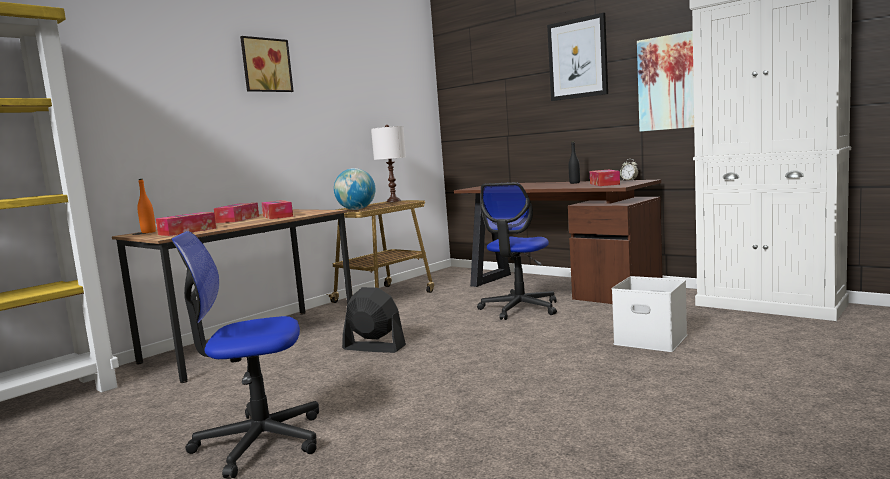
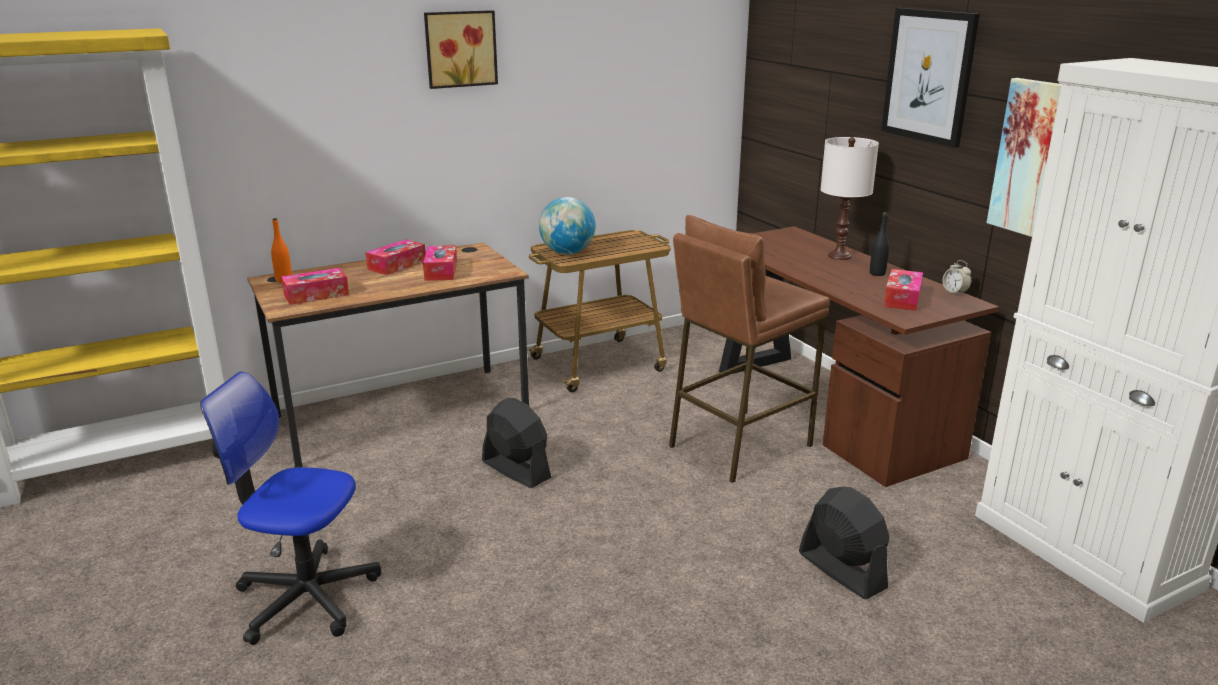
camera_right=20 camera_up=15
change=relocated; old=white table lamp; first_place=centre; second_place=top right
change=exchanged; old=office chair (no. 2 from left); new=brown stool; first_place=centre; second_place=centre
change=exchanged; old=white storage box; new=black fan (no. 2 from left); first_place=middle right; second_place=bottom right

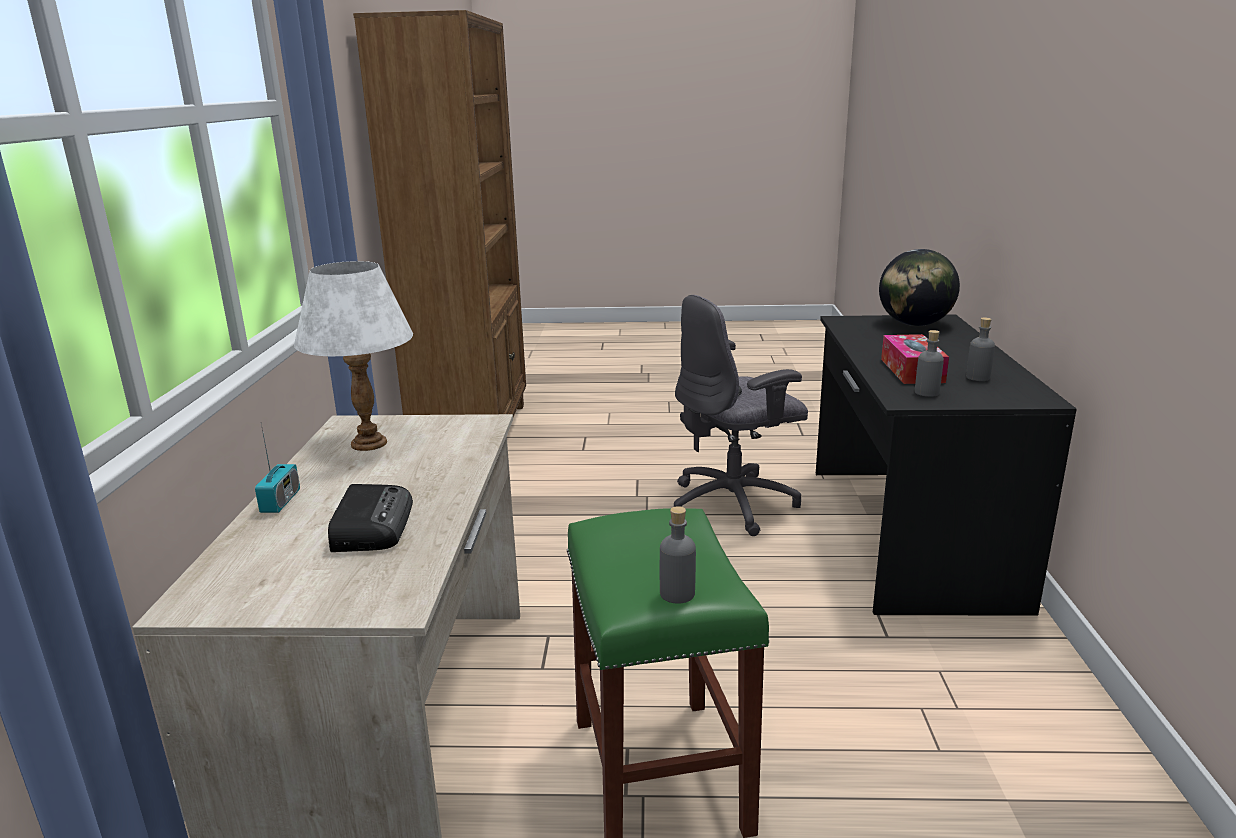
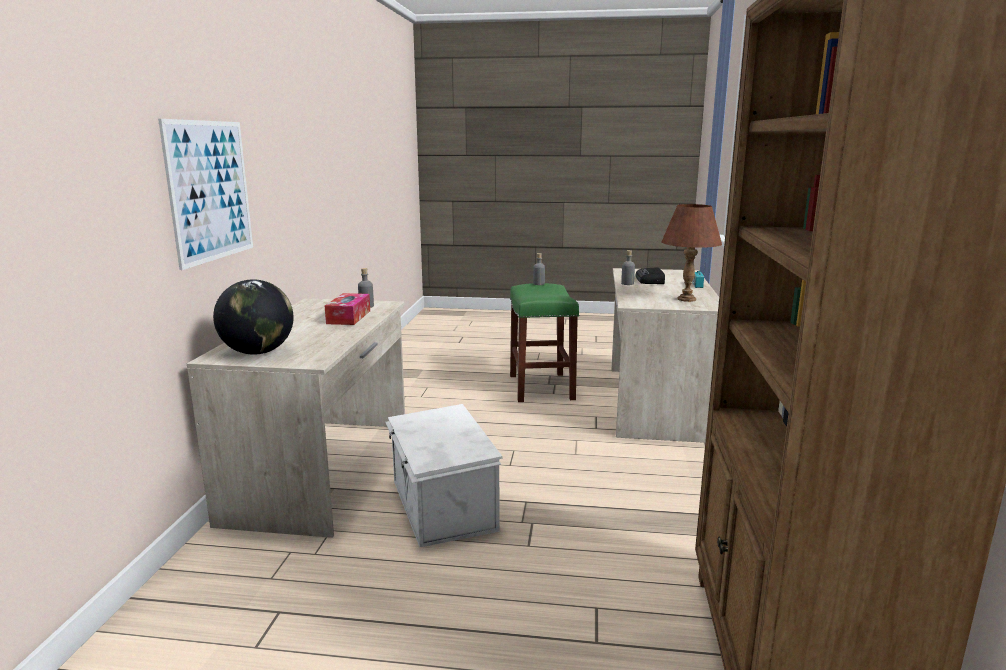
camera_right=-175 camera_up=-5
change=appeared; new=picture; second_place=top left
change=relocated; old=grey bottle (no. 3 from left); first_place=middle right; second_place=centre
change=exchanged; old=grey office chair; new=white storage box; first_place=centre; second_place=bottom centre
change=colour; old=white table lamp; new=brown table lamp; first_place=middle left; second_place=middle right
change=colour; old=black desk; new=beige desk (no. 1 from left); first_place=middle right; second_place=middle left

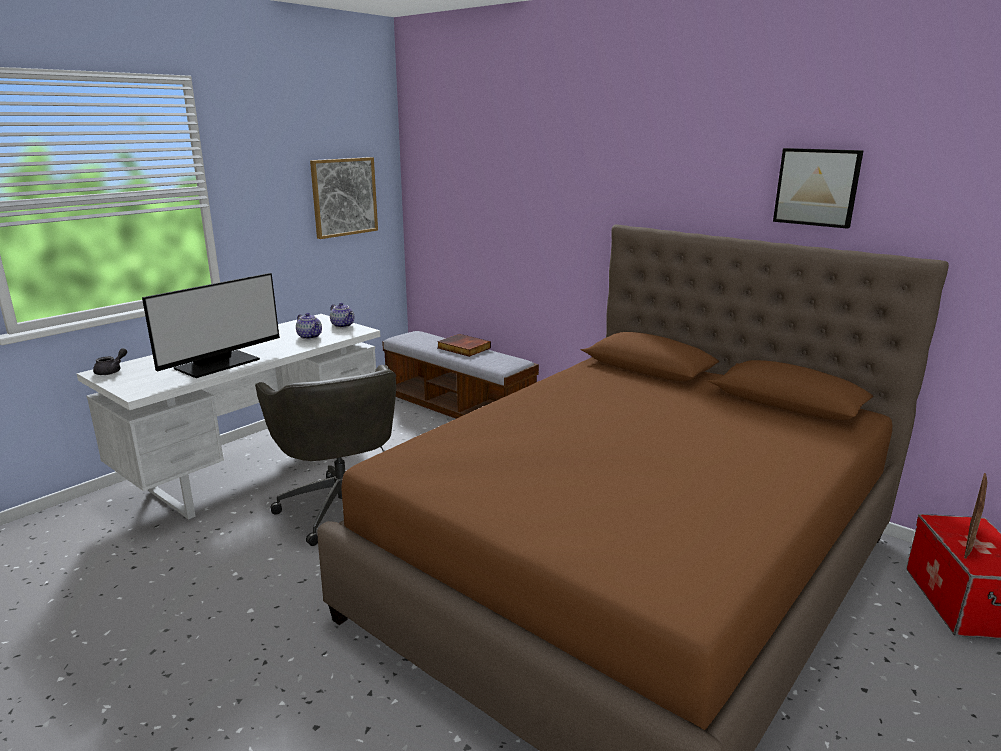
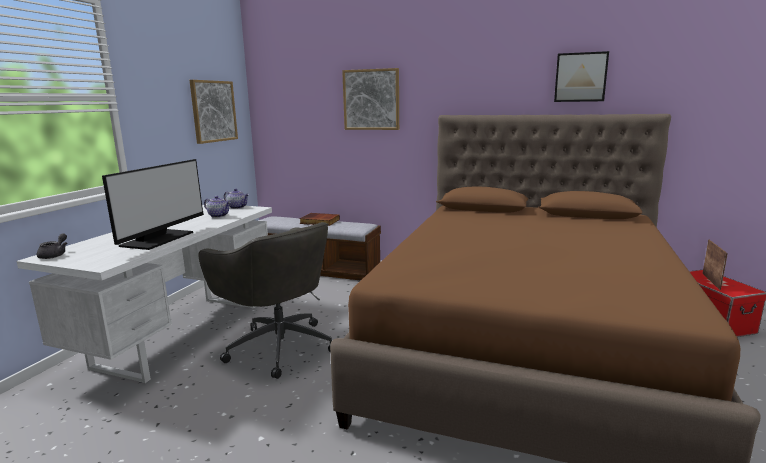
camera_right=-20 camera_up=-5
change=appeared; new=picture (no. 2 from left); second_place=top centre

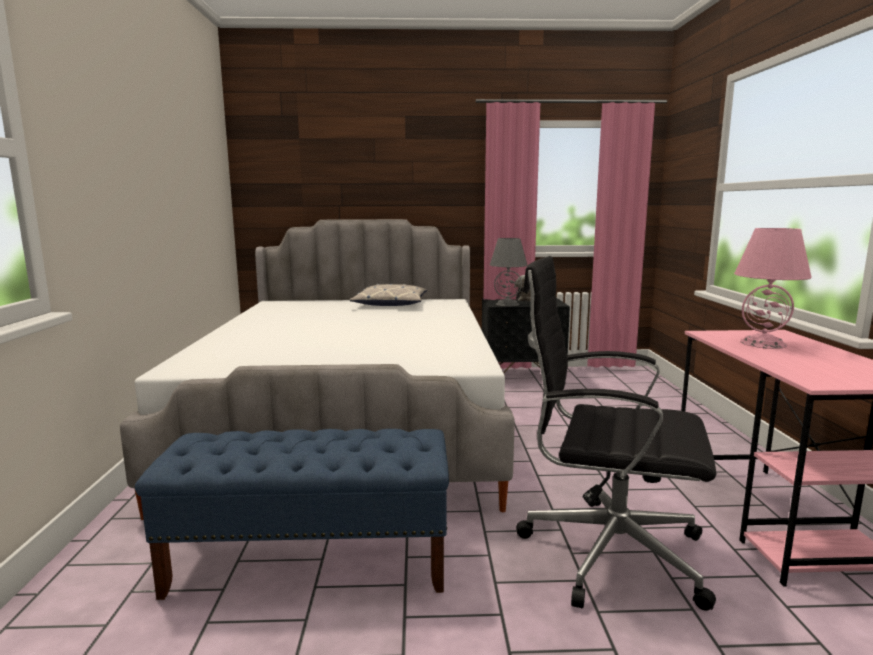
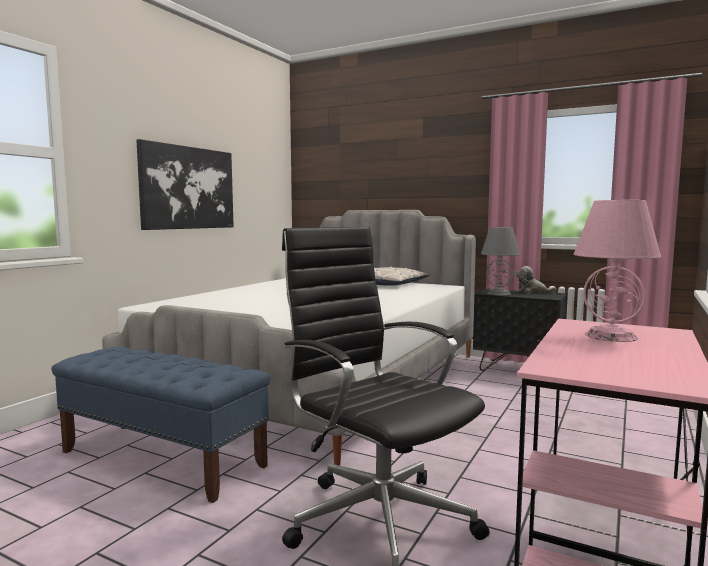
camera_right=30 camera_up=-5
change=appeared; new=picture; second_place=top left

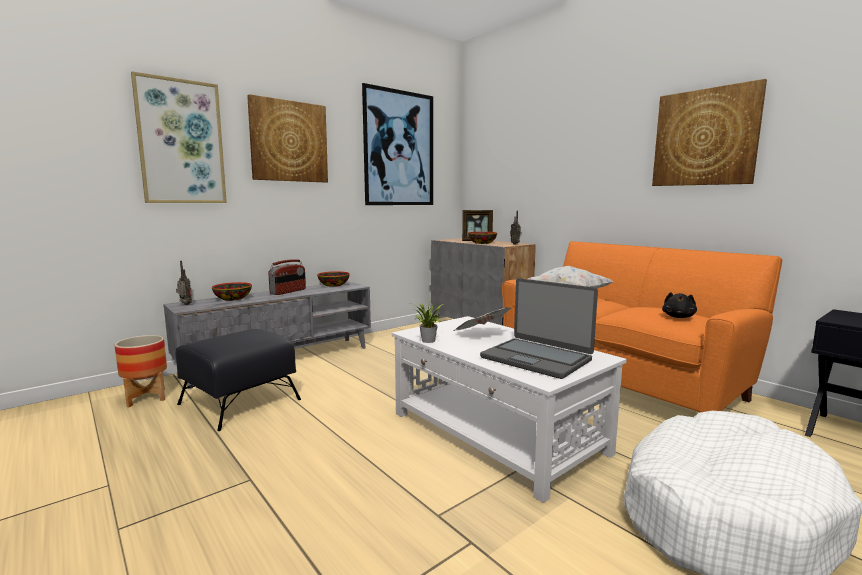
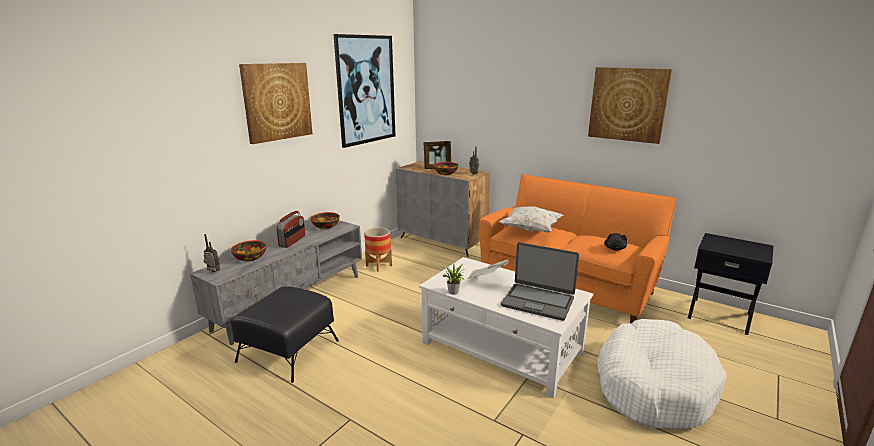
camera_right=-15 camera_up=10
change=missing; old=picture (no. 1 from left); first_place=top left
change=relocated; old=planter; first_place=middle left; second_place=centre

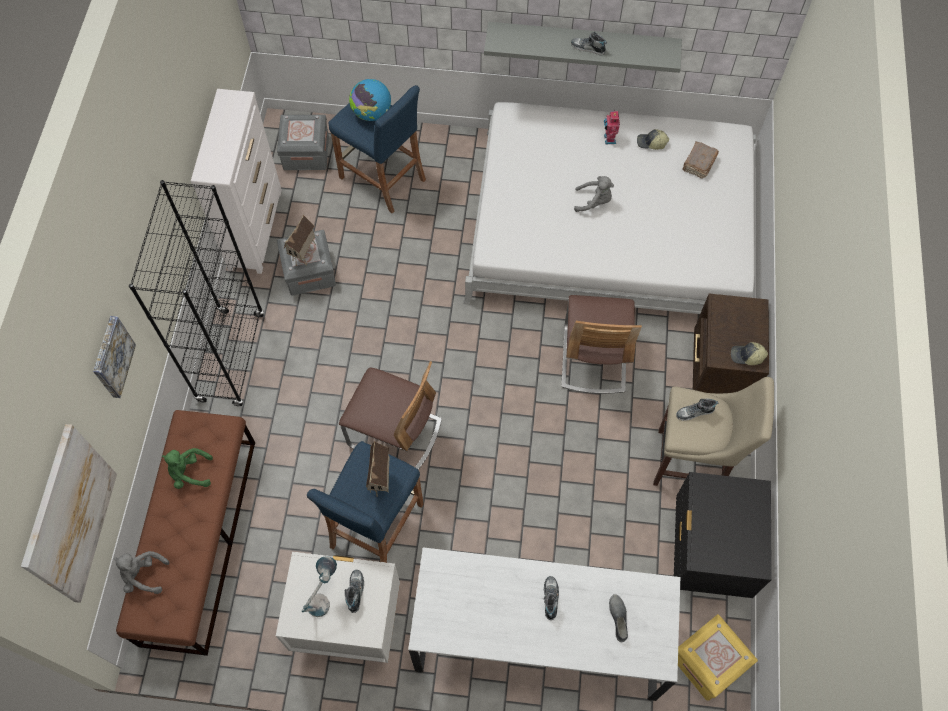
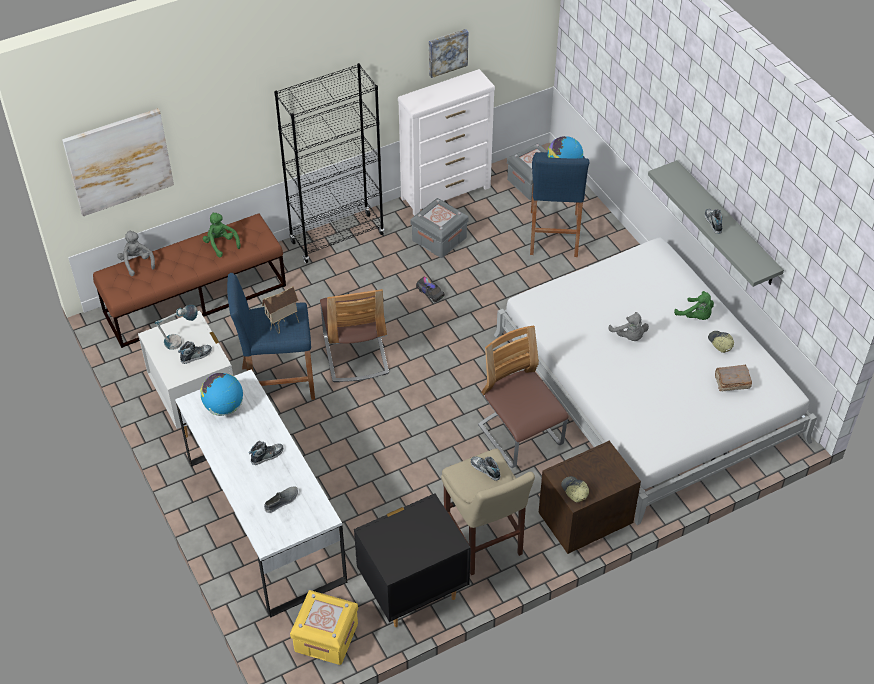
camera_right=55 camera_up=-15
change=missing; old=toy house (no. 1 from left); first_place=middle left
change=appeared; new=globe (no. 1 from left); second_place=middle left
change=appeared; new=toy truck; second_place=centre
change=relocated; old=picture (no. 2 from left); first_place=middle left; second_place=top centre
change=exchanged; old=toy robot; new=green plush toy (no. 2 from left); first_place=top centre; second_place=middle right
change=spun; old=chair (no. 2 from left); first_place=centre; second_place=centre; degrees=90

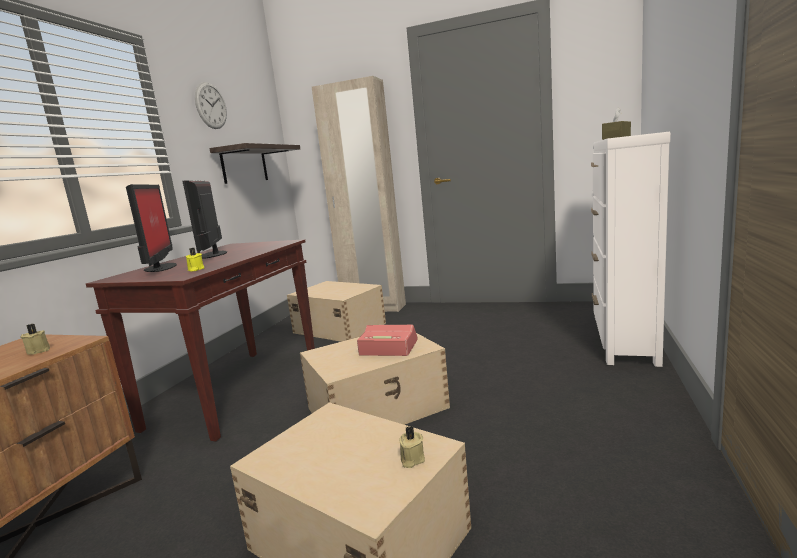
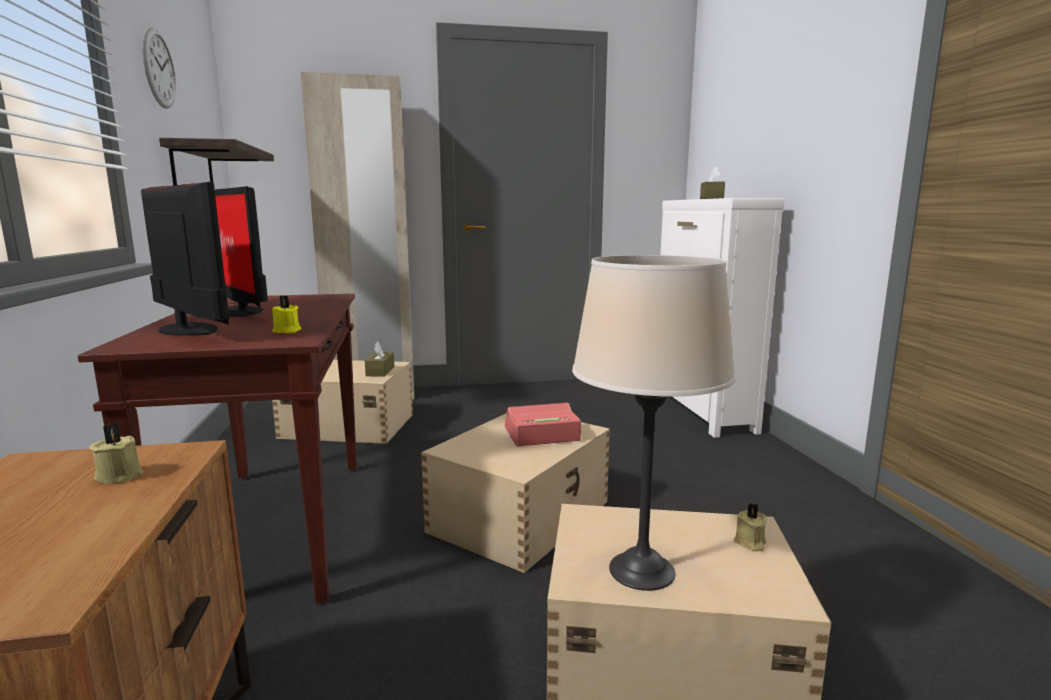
camera_right=-30 camera_up=0
change=appeared; new=brown tissue box (no. 1 from left); second_place=centre
change=appeared; new=beige table lamp; second_place=centre

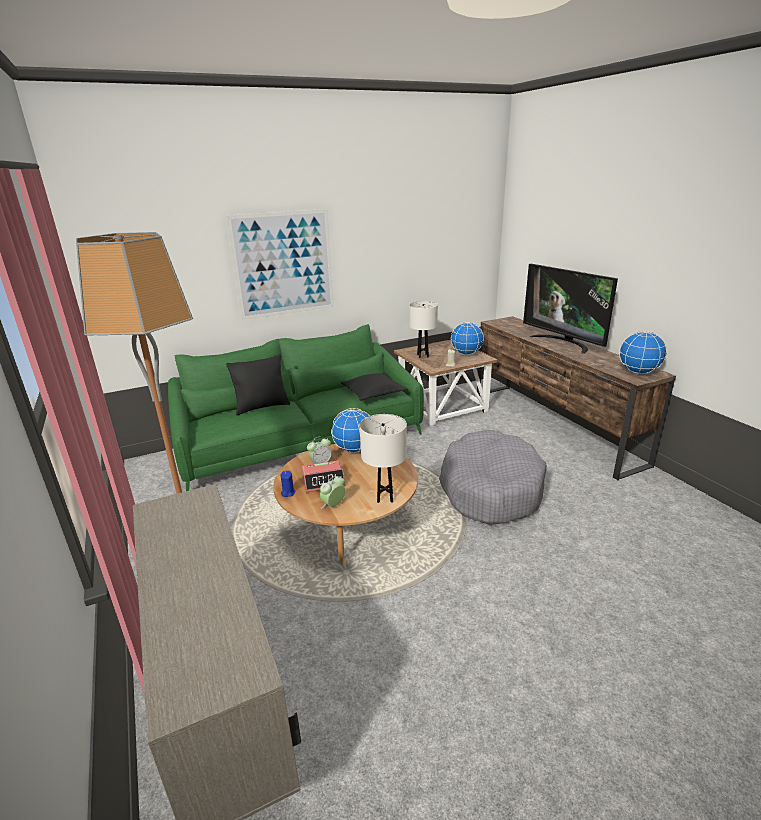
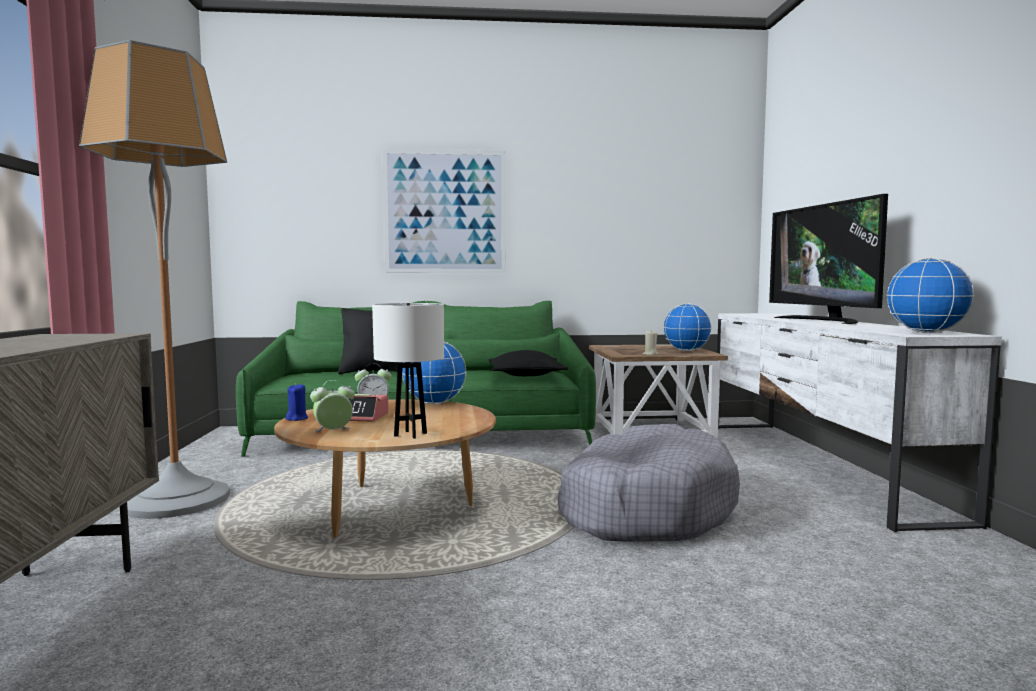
camera_right=20 camera_up=-20
change=missing; old=white table lamp (no. 2 from left); first_place=centre
change=colour; old=brown tv stand; new=white tv stand; first_place=middle right; second_place=middle right

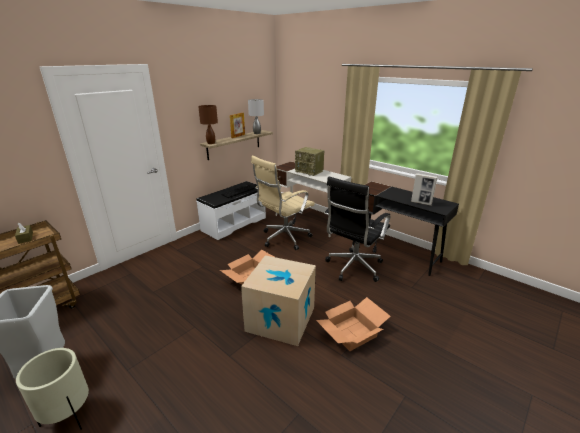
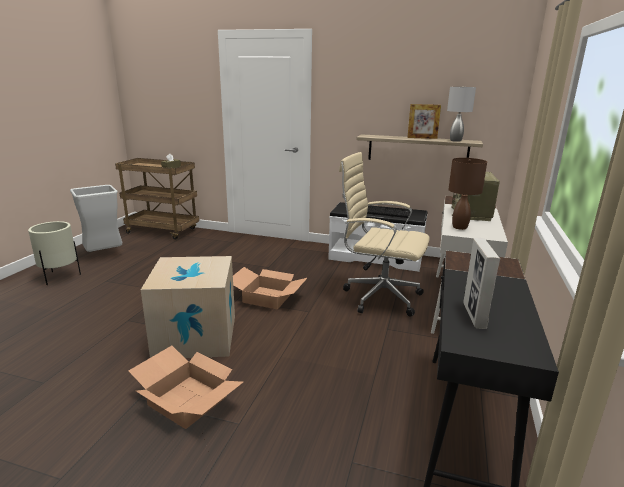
camera_right=65 camera_up=-5
change=missing; old=black office chair; first_place=centre
change=relocated; old=brown table lamp; first_place=top centre; second_place=middle right

